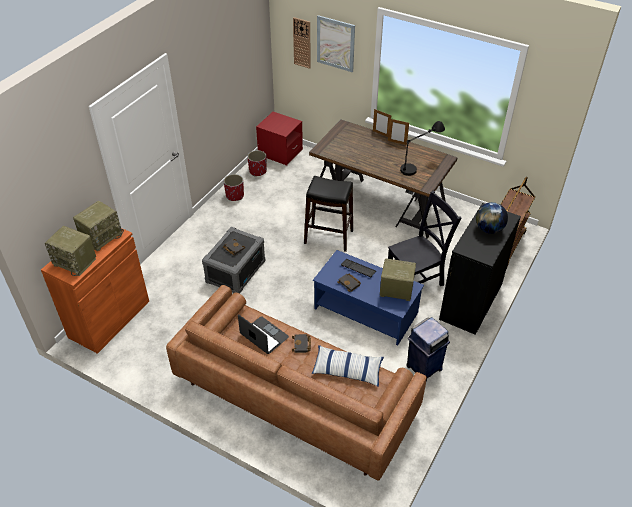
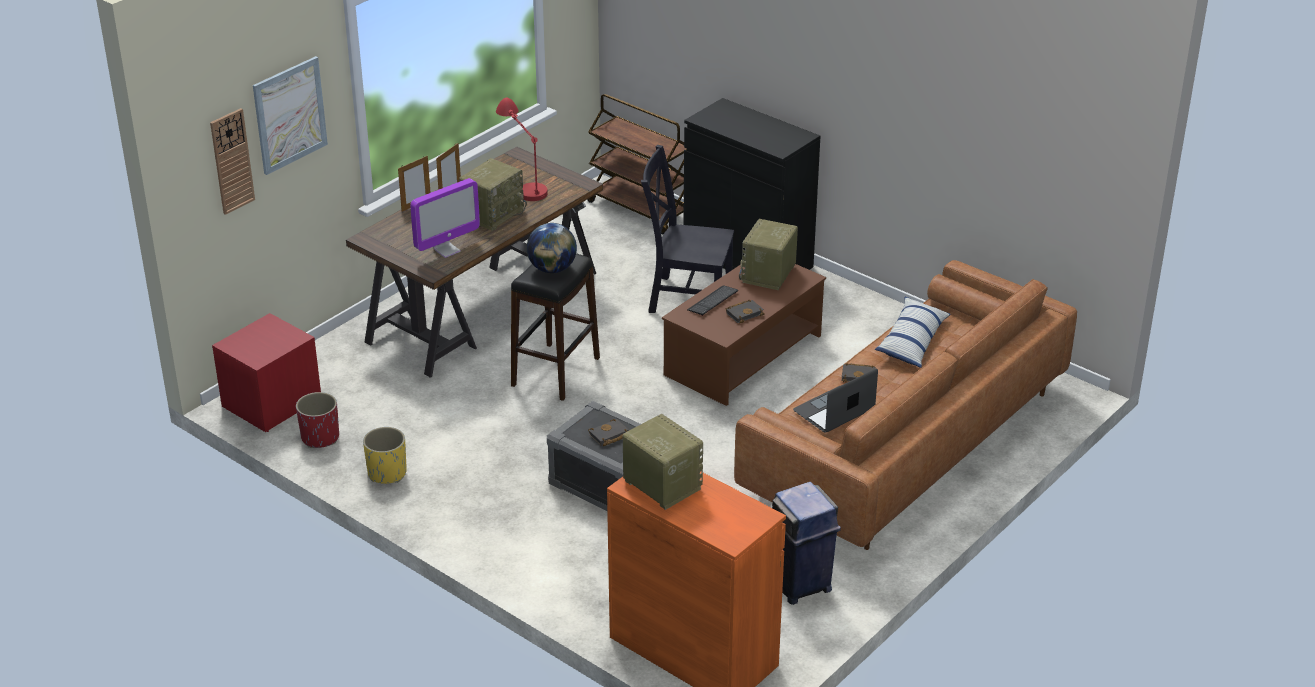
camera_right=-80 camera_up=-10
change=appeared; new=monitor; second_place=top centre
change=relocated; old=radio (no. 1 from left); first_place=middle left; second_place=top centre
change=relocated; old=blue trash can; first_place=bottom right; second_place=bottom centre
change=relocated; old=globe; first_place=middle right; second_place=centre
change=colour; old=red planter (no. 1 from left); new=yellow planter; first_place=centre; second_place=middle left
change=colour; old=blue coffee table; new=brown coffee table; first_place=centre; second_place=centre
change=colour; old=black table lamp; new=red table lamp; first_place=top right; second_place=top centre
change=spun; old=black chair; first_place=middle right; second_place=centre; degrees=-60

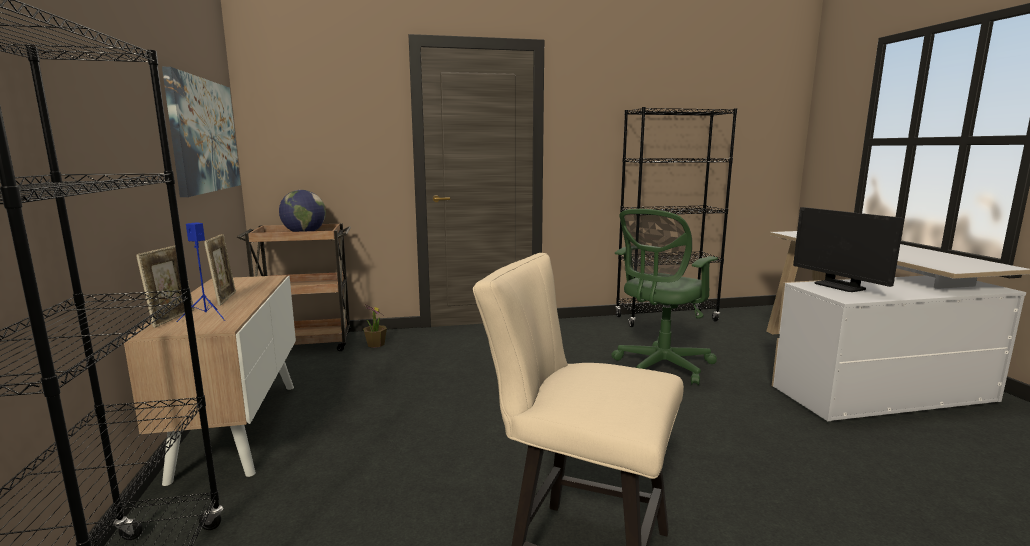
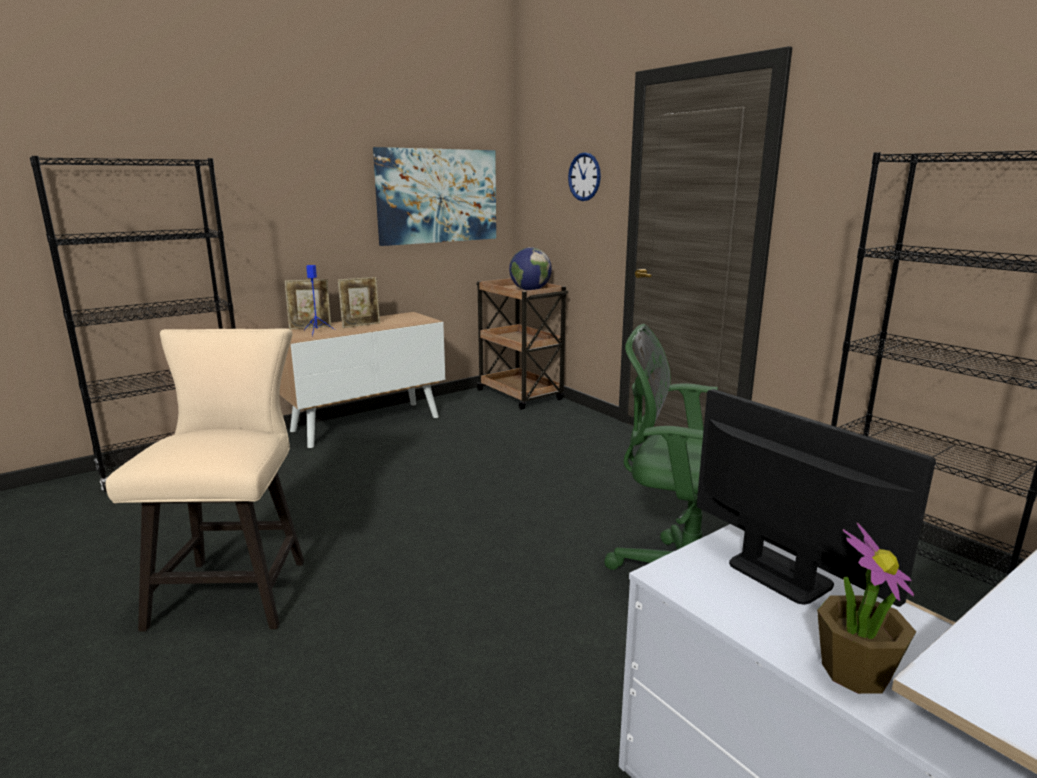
camera_right=65 camera_up=5
change=appeared; new=wall clock; second_place=top centre
change=relocated; old=potted plant; first_place=centre; second_place=bottom right
change=spun; old=monitor; first_place=middle right; second_place=middle right; degrees=105

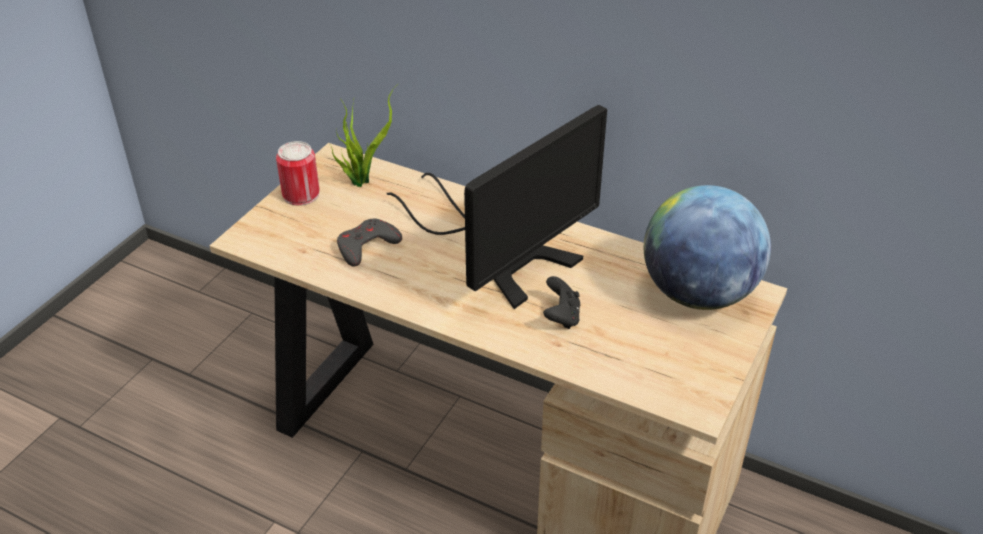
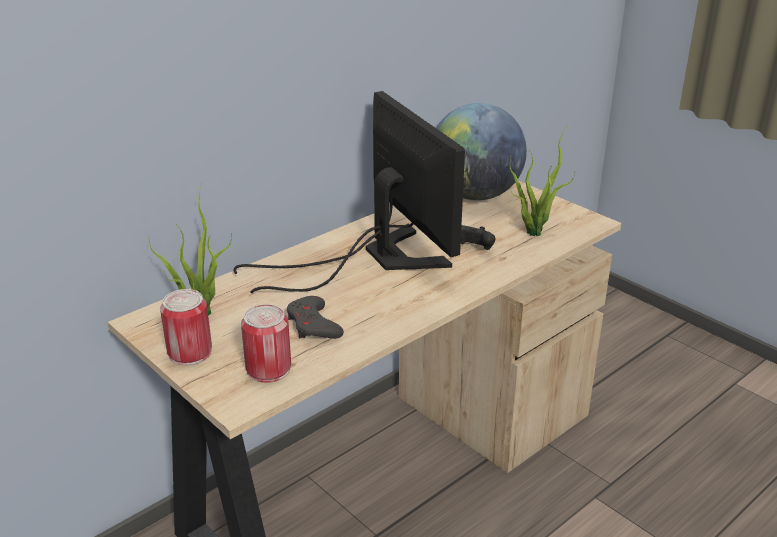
camera_right=-70 camera_up=-10
change=appeared; new=can (no. 2 from left); second_place=centre
change=appeared; new=potted plant (no. 2 from left); second_place=middle right

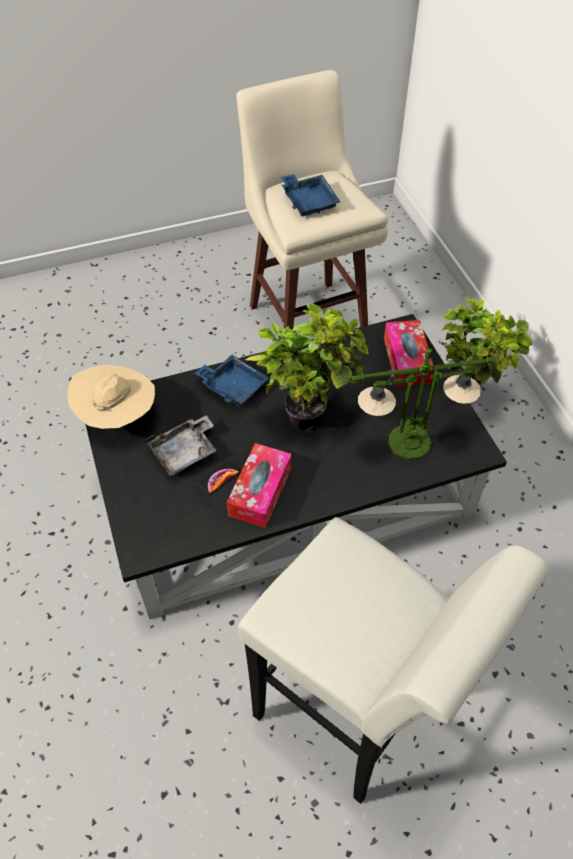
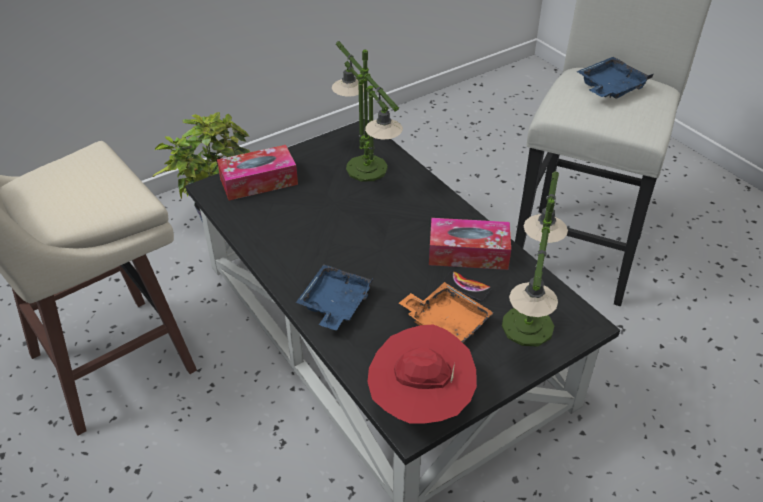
camera_right=-105 camera_up=-10
change=missing; old=potted plant (no. 1 from left); first_place=centre
change=appeared; new=table lamp (no. 2 from left); second_place=middle right
change=relocated; old=blue tray (no. 2 from left); first_place=top centre; second_place=top right
change=colour; old=beige hat; new=red hat; first_place=middle left; second_place=bottom centre
change=colour; old=grey tray; new=orange tray; first_place=middle left; second_place=centre

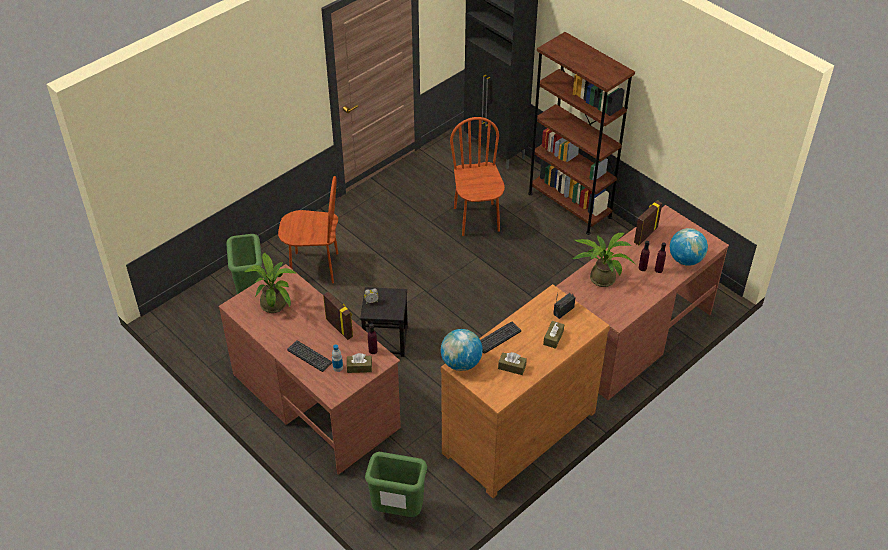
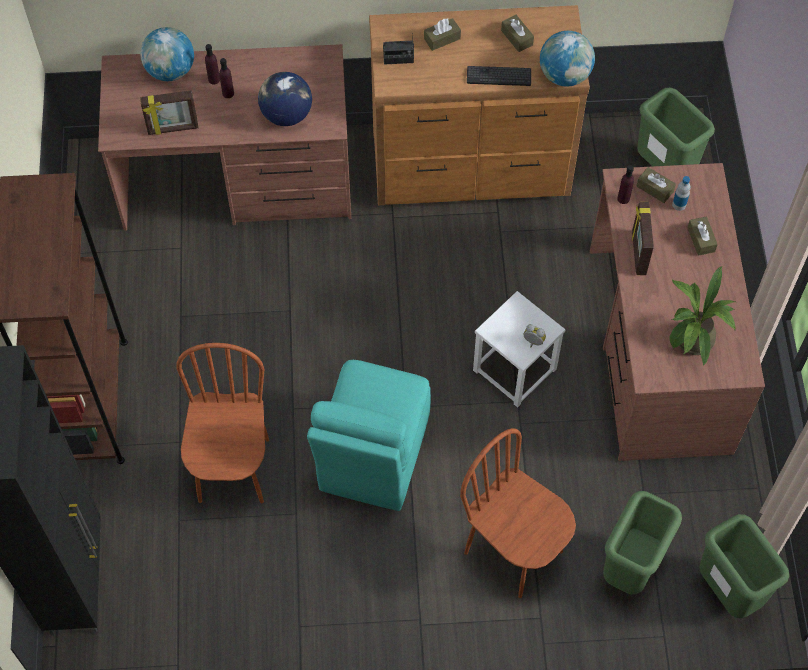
camera_right=-140 camera_up=15
change=appeared; new=turquoise chair; second_place=centre
change=appeared; new=green trash can (no. 3 from left); second_place=bottom right
change=exchanged; old=keyboard (no. 1 from left); new=brown tissue box (no. 4 from left); first_place=centre; second_place=middle right
change=exchanged; old=potted plant (no. 2 from left); new=globe (no. 2 from left); first_place=middle right; second_place=top centre
change=colour; old=black stool; new=white stool; first_place=centre; second_place=centre
change=spun; old=brown chair (no. 2 from left in the first image); first_place=top centre; second_place=middle left; degrees=150

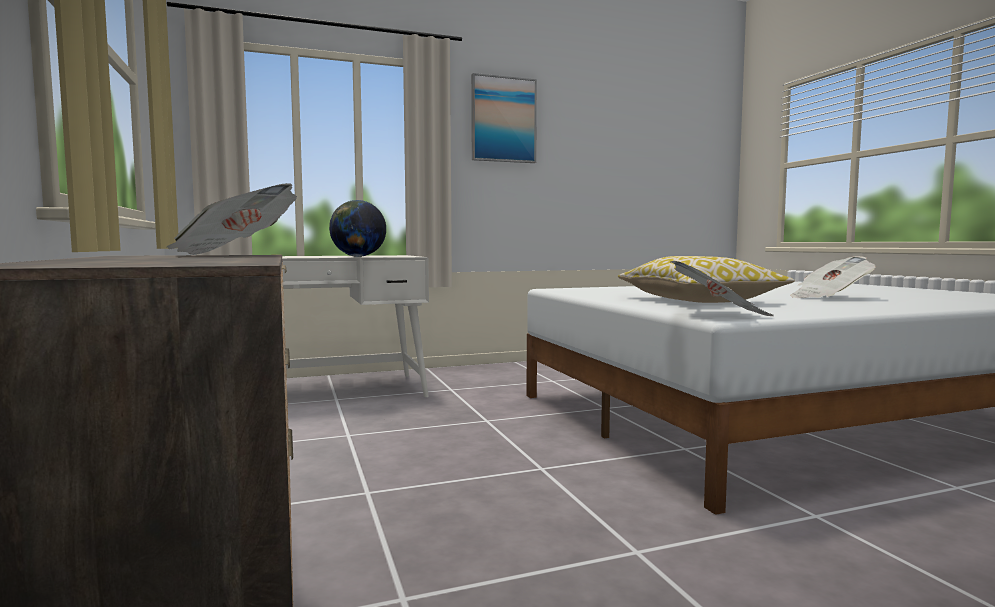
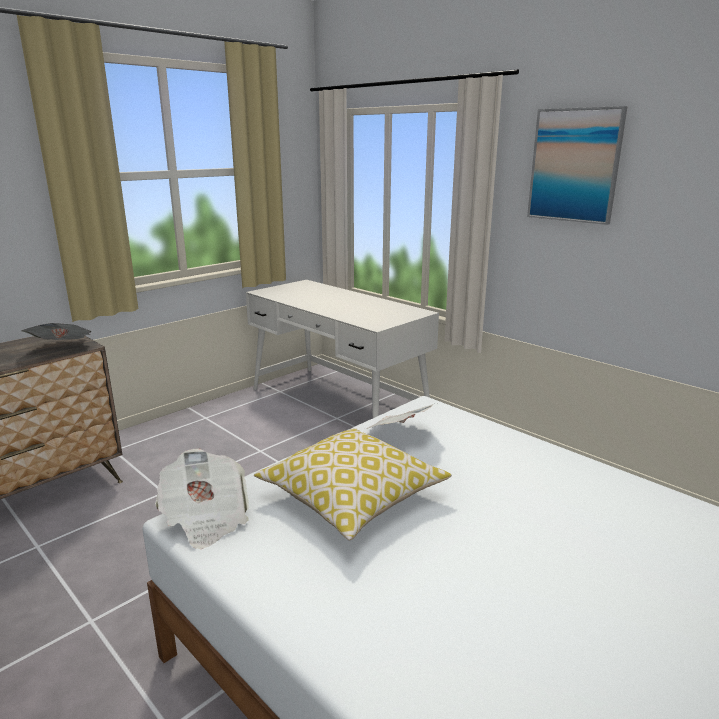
camera_right=65 camera_up=15
change=missing; old=globe; first_place=centre
change=relocated; old=newspaper (no. 3 from left); first_place=middle right; second_place=centre

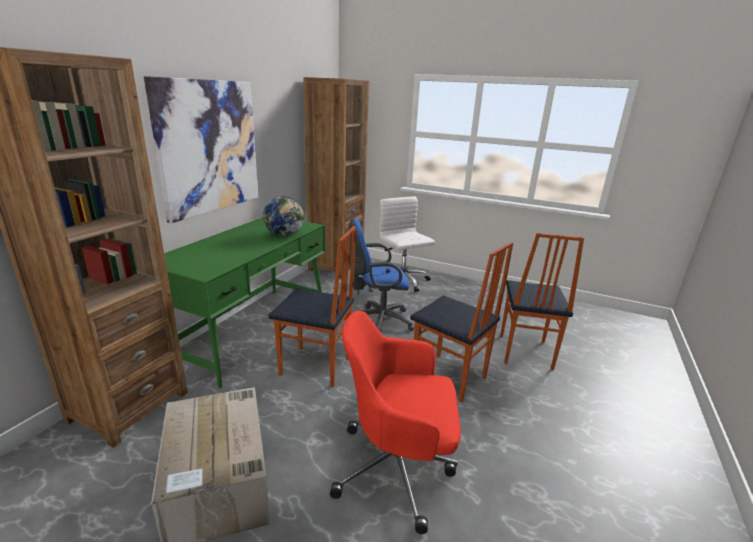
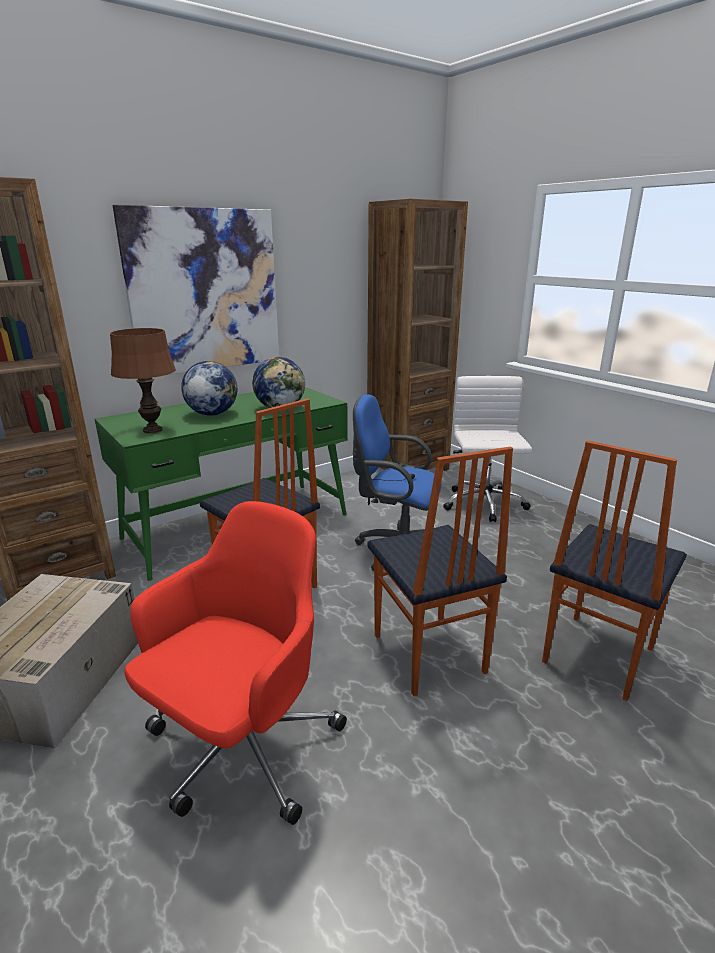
camera_right=30 camera_up=0
change=appeared; new=brown table lamp; second_place=middle left
change=appeared; new=globe (no. 1 from left); second_place=middle left
change=spun; old=red office chair; first_place=bottom centre; second_place=bottom left; degrees=90

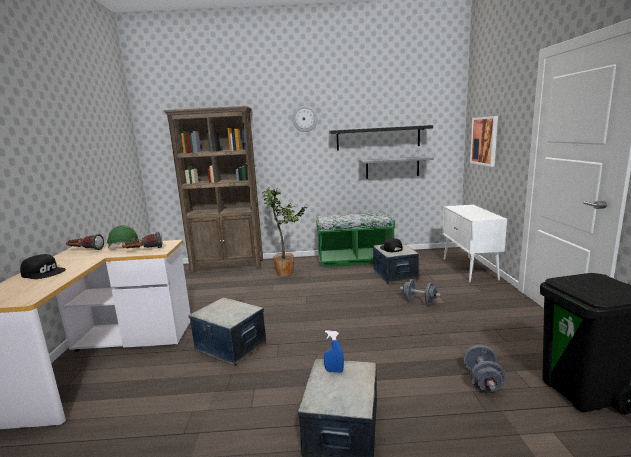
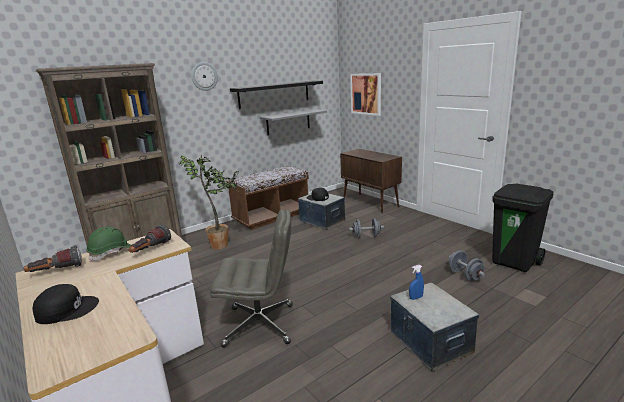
camera_right=-35 camera_up=5
change=exchanged; old=storage box (no. 1 from left); new=grey office chair; first_place=bottom centre; second_place=bottom centre
change=colour; old=green bench; new=brown bench; first_place=centre; second_place=centre
change=colour; old=white cabinet; new=brown cabinet; first_place=middle right; second_place=centre

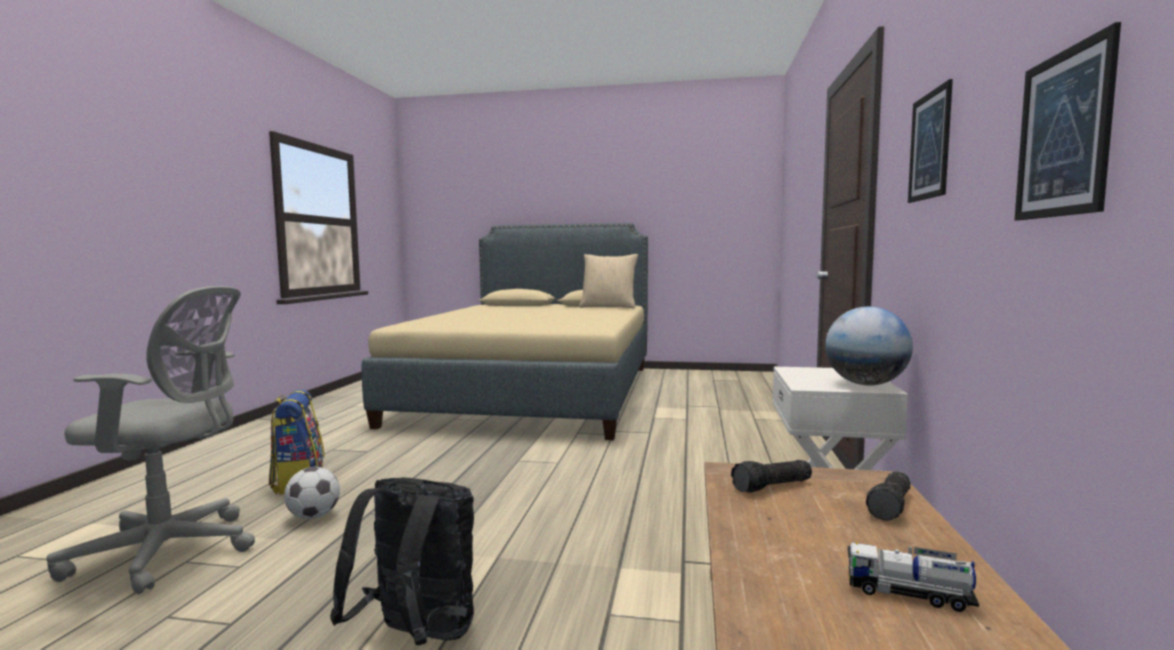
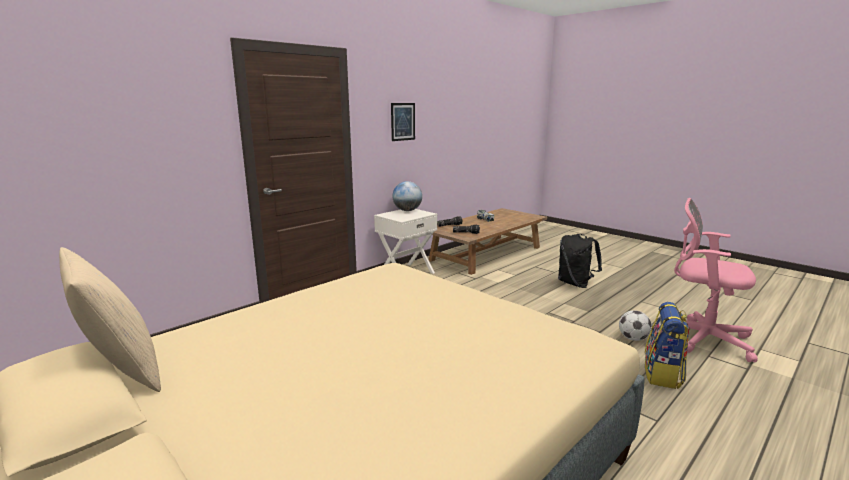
camera_right=-145 camera_up=10
change=missing; old=picture (no. 2 from left); first_place=top right
change=colour; old=grey office chair; new=pink office chair; first_place=bottom left; second_place=middle right

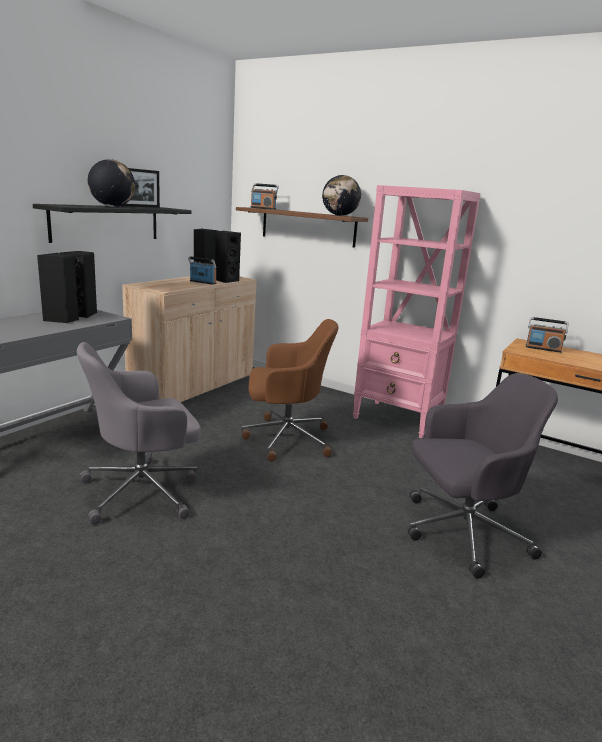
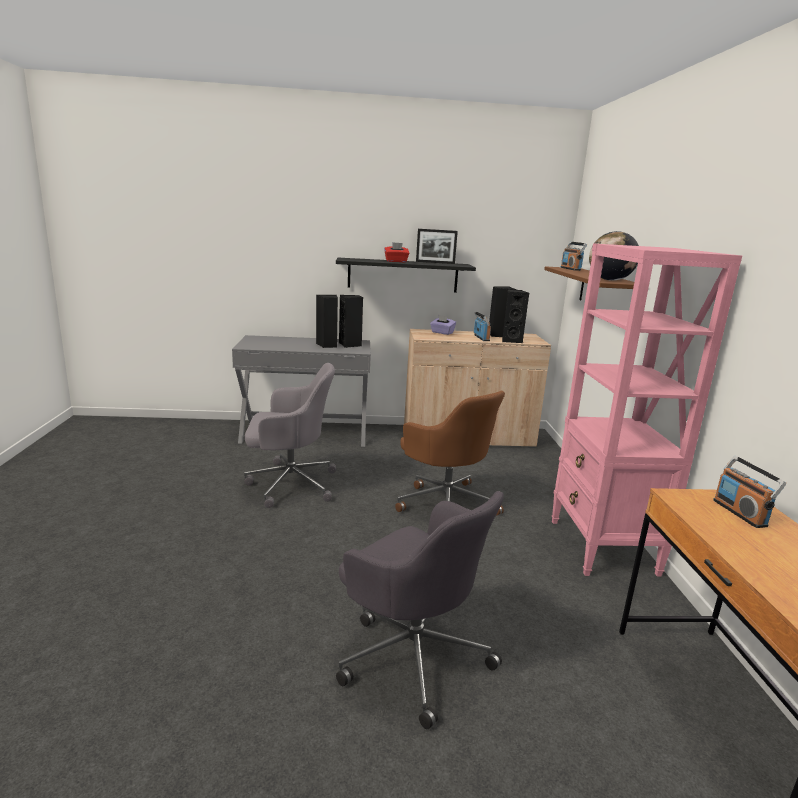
camera_right=55 camera_up=0
change=appeared; new=purple tissue box; second_place=centre
change=exchanged; old=globe (no. 1 from left); new=red tissue box; first_place=top left; second_place=top centre
change=spun; old=grey office chair (no. 1 from left); first_place=middle left; second_place=centre; degrees=150

